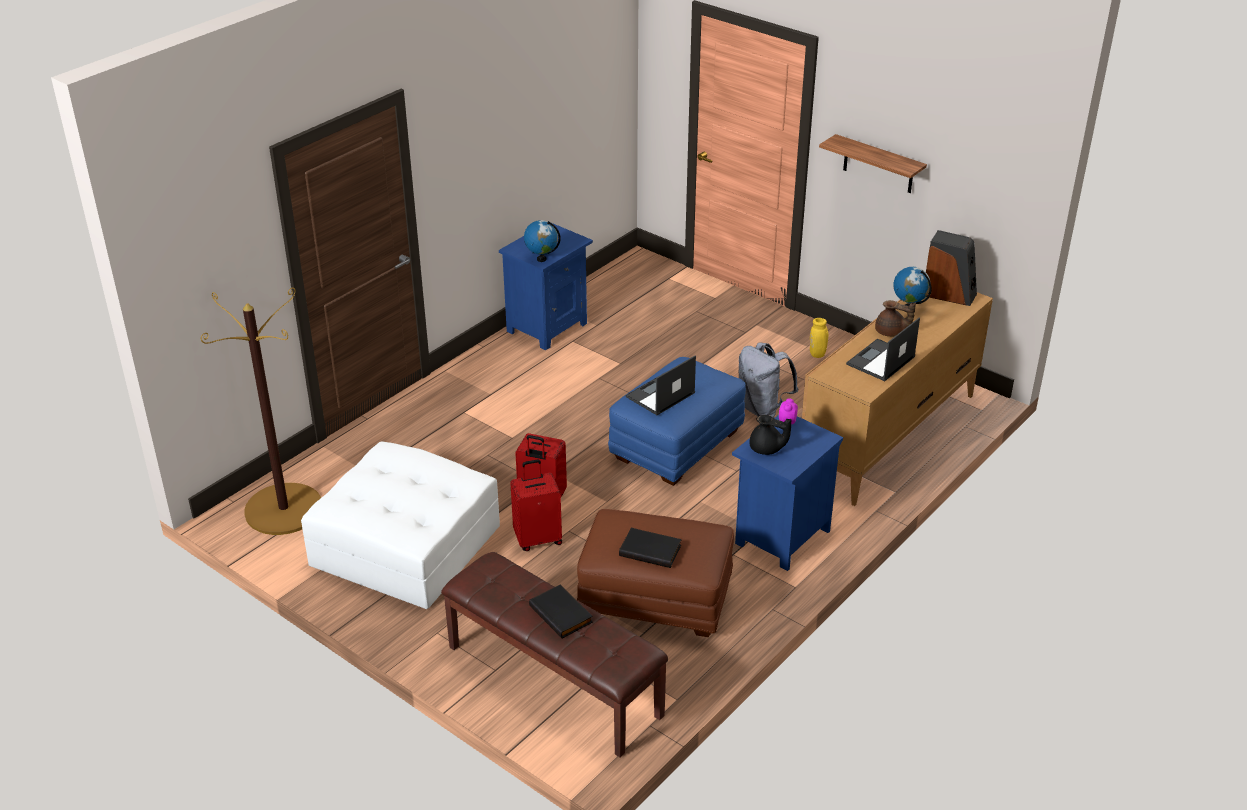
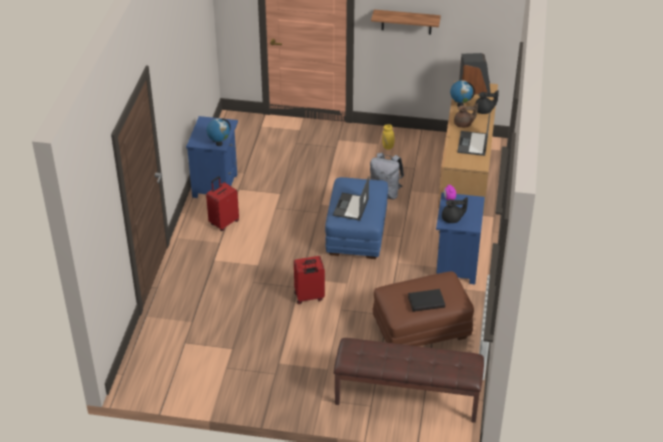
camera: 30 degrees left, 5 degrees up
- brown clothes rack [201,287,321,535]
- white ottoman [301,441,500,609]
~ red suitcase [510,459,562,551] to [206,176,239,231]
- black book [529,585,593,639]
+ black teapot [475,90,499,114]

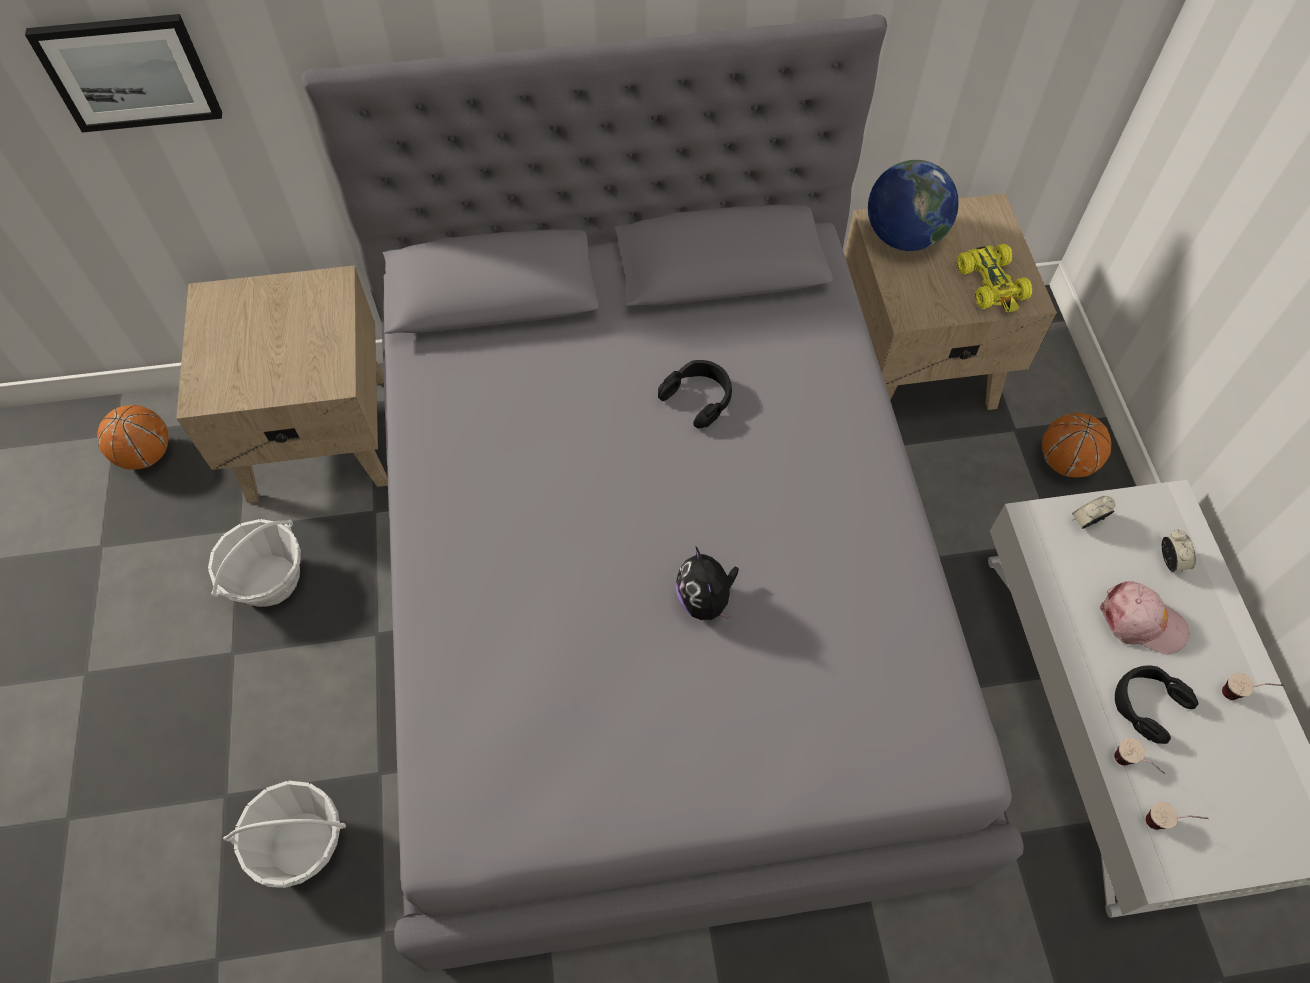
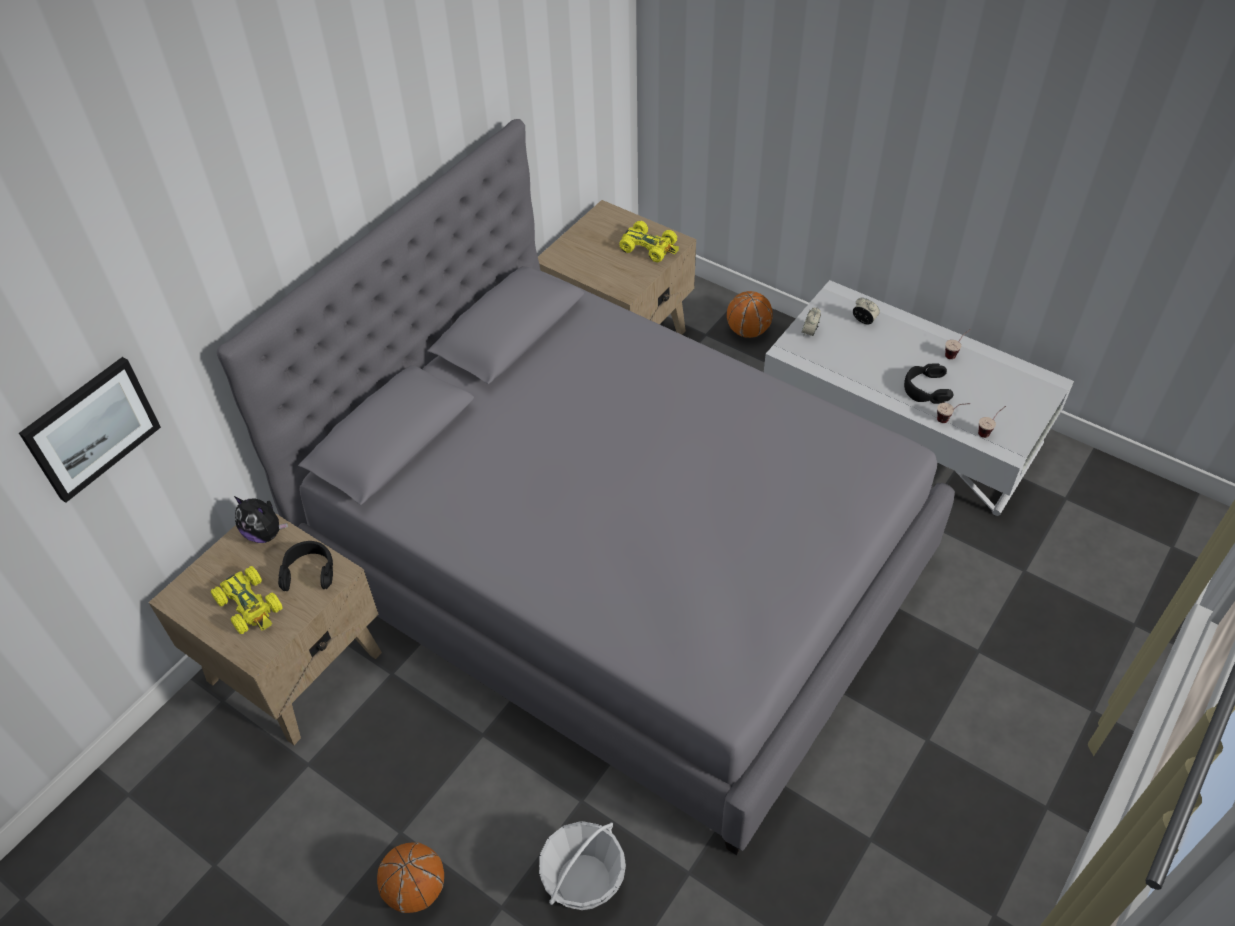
camera: 45 degrees left, 10 degrees down
- globe [868,160,959,251]
~ black headphones [658,360,732,429] to [278,541,333,591]
~ basketball [97,405,169,470] to [377,842,444,913]
- basket [208,519,301,607]
~ plush toy [676,546,739,620] to [234,496,288,543]
- pink cap [1100,581,1189,654]
+ yellow toy car [210,566,282,634]

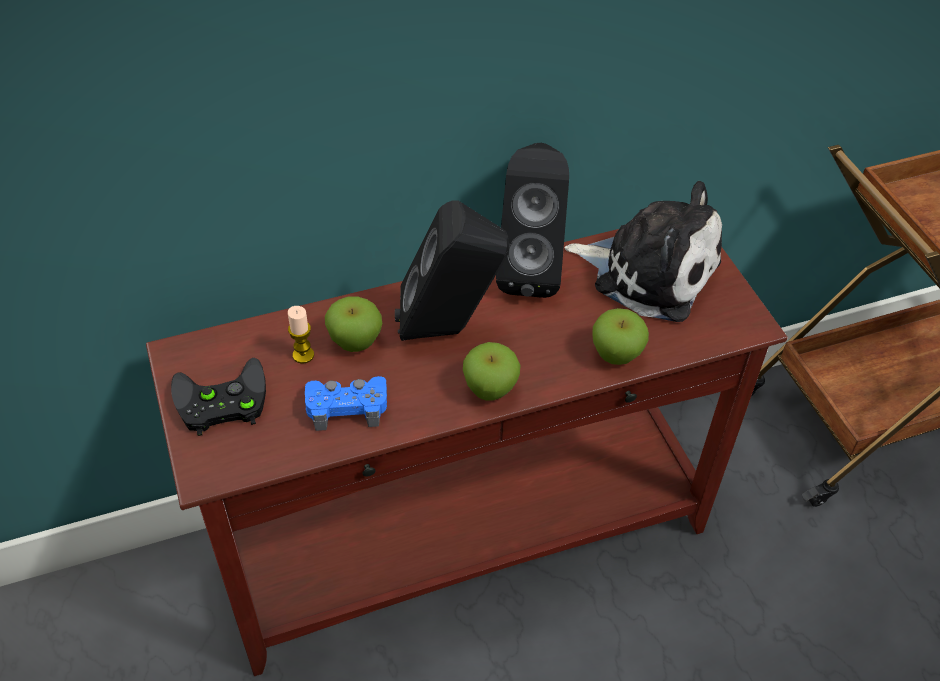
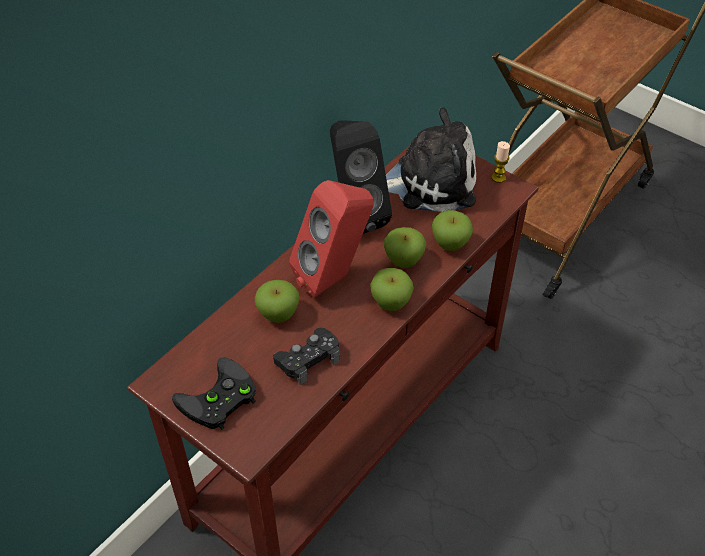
camera: 30 degrees left, 0 degrees up
~ black speaker [395,200,509,341] to red speaker [289,180,374,298]
~ candle [288,306,314,364] to [491,141,510,183]
~ blue game controller [305,376,387,431] to black game controller [273,327,340,385]
+ apple [384,227,426,268]

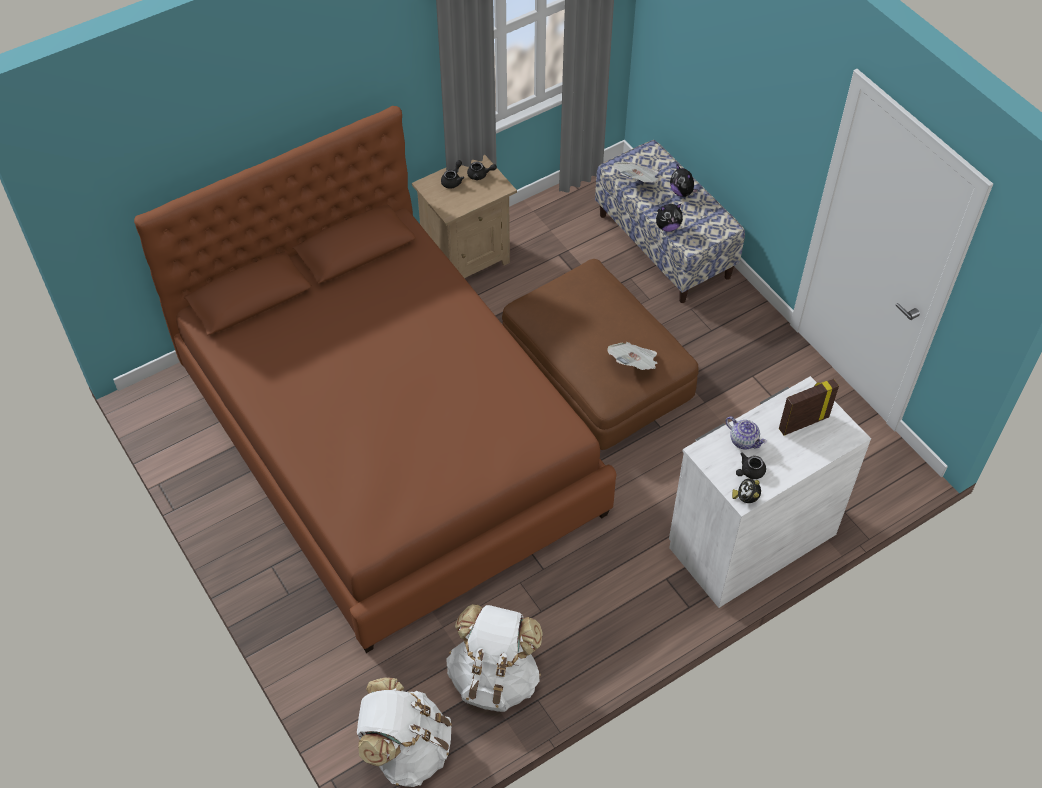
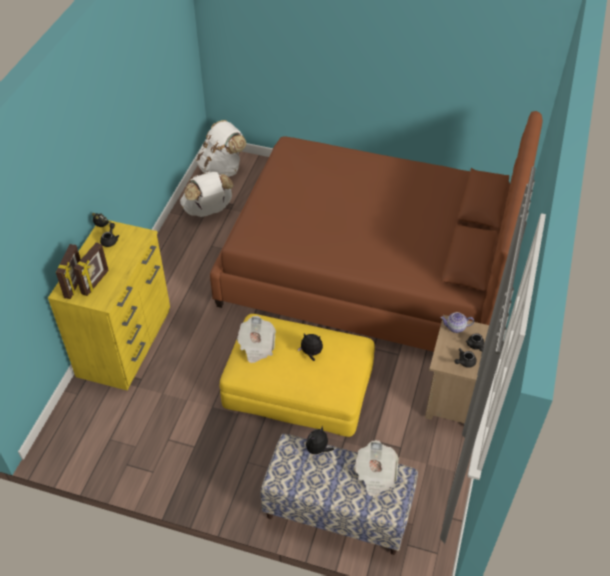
camera: 140 degrees right, 5 degrees down
~ plush toy [670,164,698,197] to [298,334,323,361]
~ brown ottoman [502,259,699,450] to yellow ottoman [219,314,375,437]
~ white dresser [669,376,871,608] to yellow dresser [48,220,170,391]
~ teapot [725,416,767,449] to [441,312,474,333]
+ picture frame [56,244,81,299]

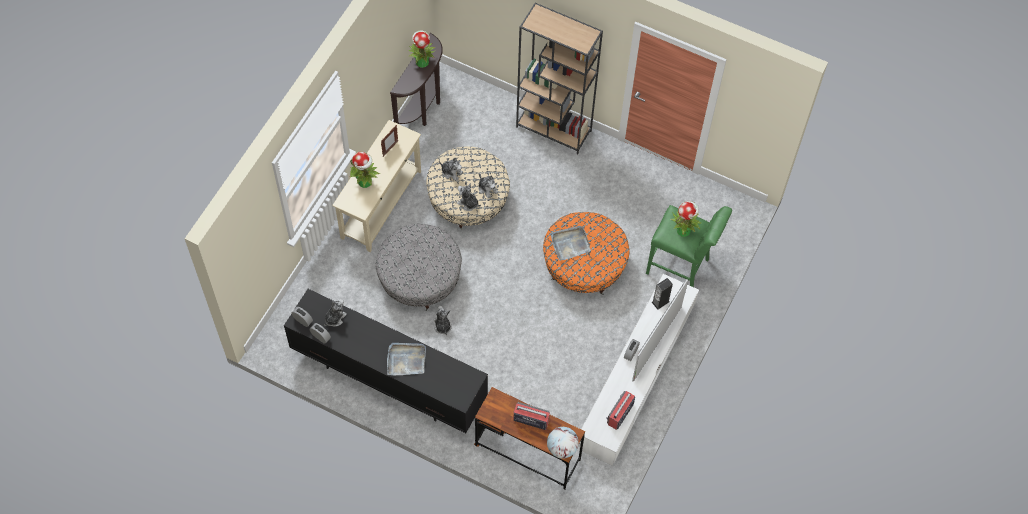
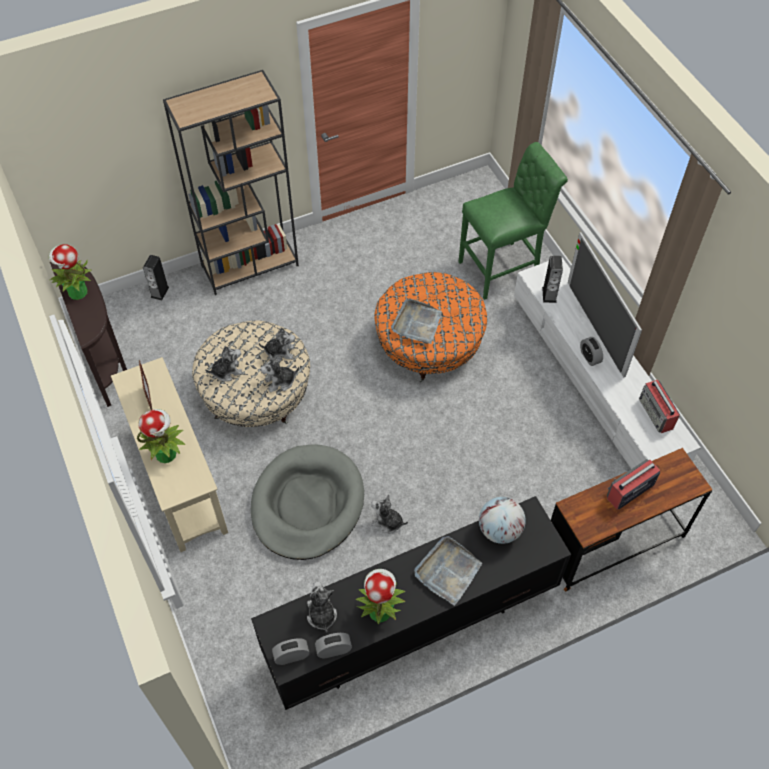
camera: 50 degrees left, 5 degrees down
~ potted plant [671,201,701,237] to [356,569,406,625]
~ grey ottoman [376,224,462,311] to grey dog bed [251,445,364,560]
~ globe [547,427,579,459] to [479,497,526,544]
+ speaker [143,255,169,301]

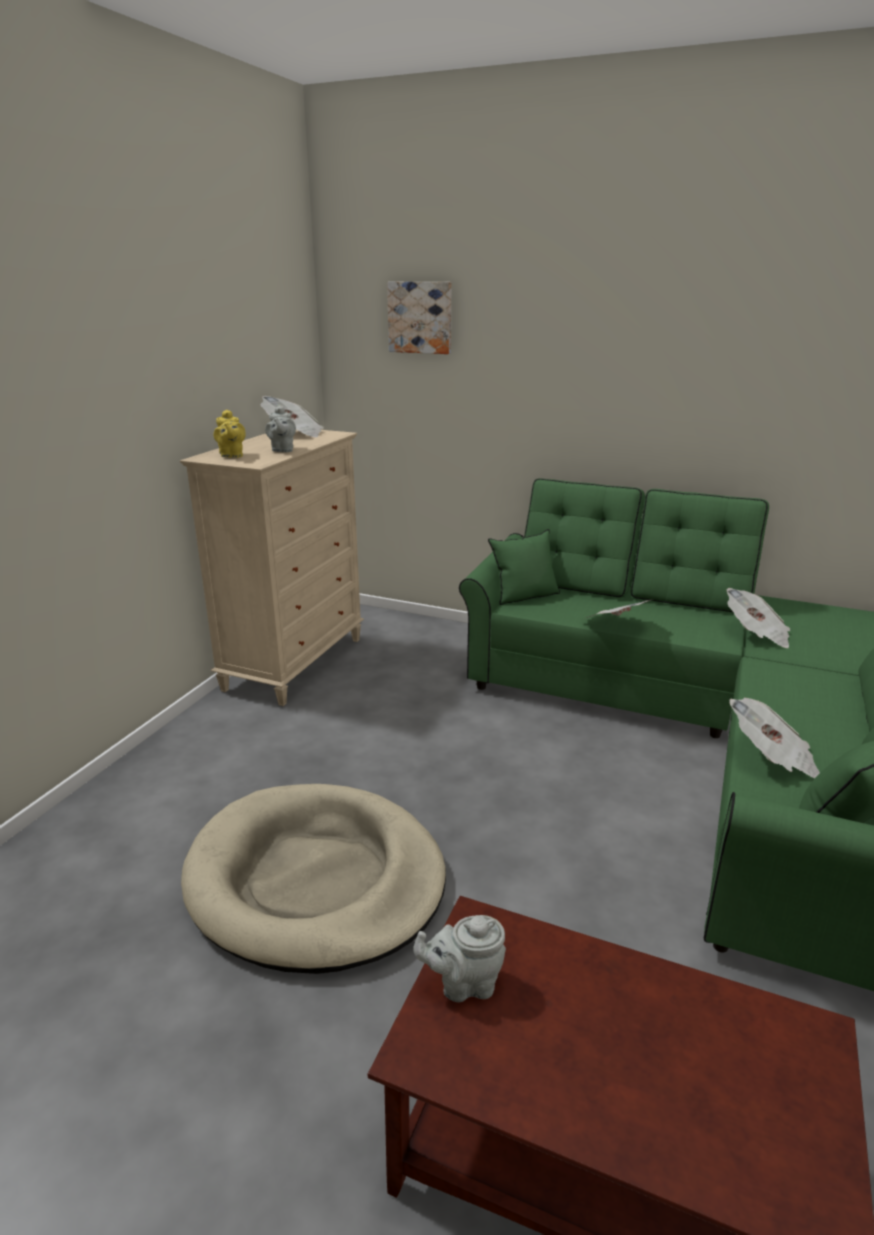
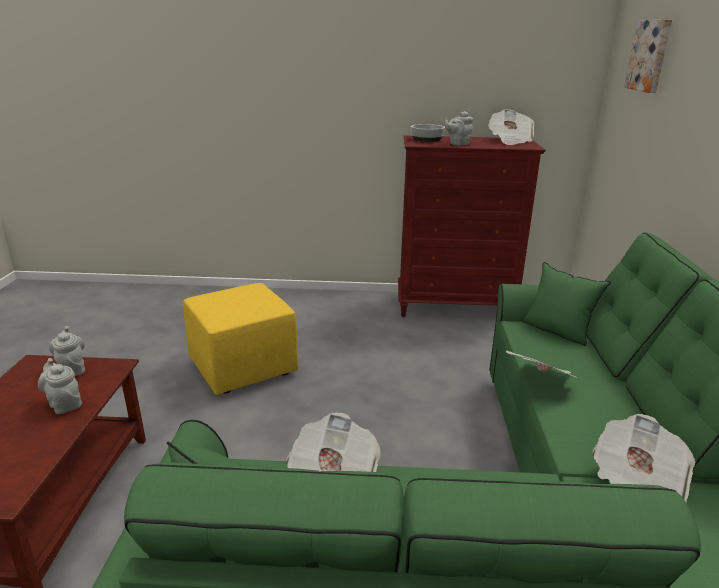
camera: 70 degrees right, 0 degrees up
~ yellow teapot [214,410,246,458] to bowl [411,124,445,142]
~ beige dresser [180,430,364,706] to red dresser [398,136,546,317]
~ beige dog bed [181,784,446,974] to yellow ottoman [183,283,298,395]
+ grey teapot [38,358,82,414]

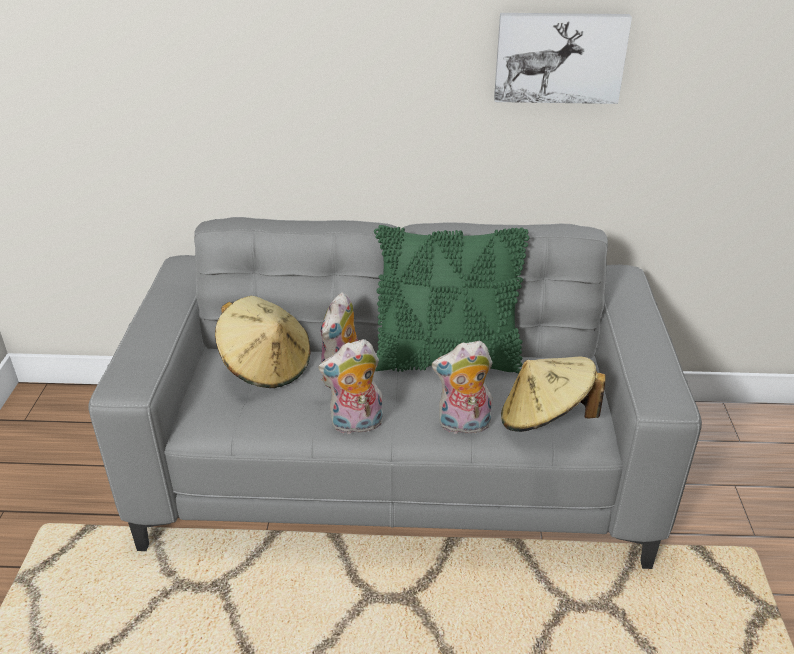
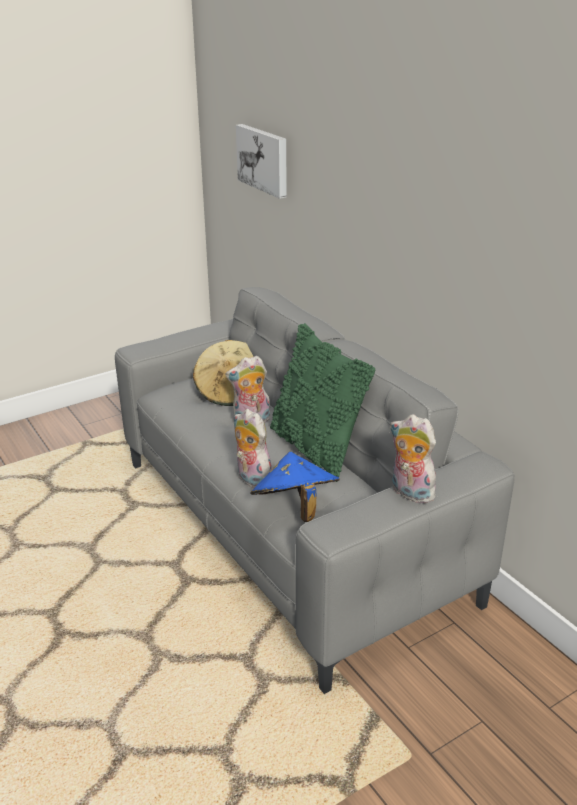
camera: 55 degrees right, 5 degrees down
~ picture [494,13,632,104] to [236,124,287,199]
~ plush toy [318,339,383,434] to [390,414,441,504]
~ beige hat [501,357,606,432] to blue hat [251,452,340,522]

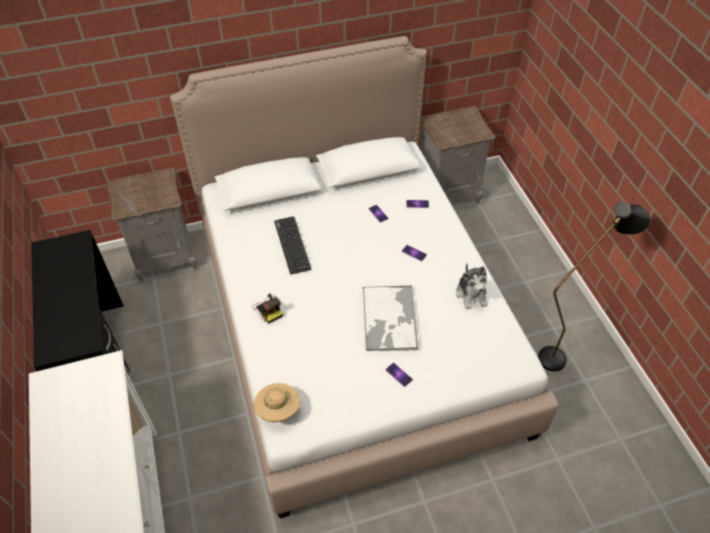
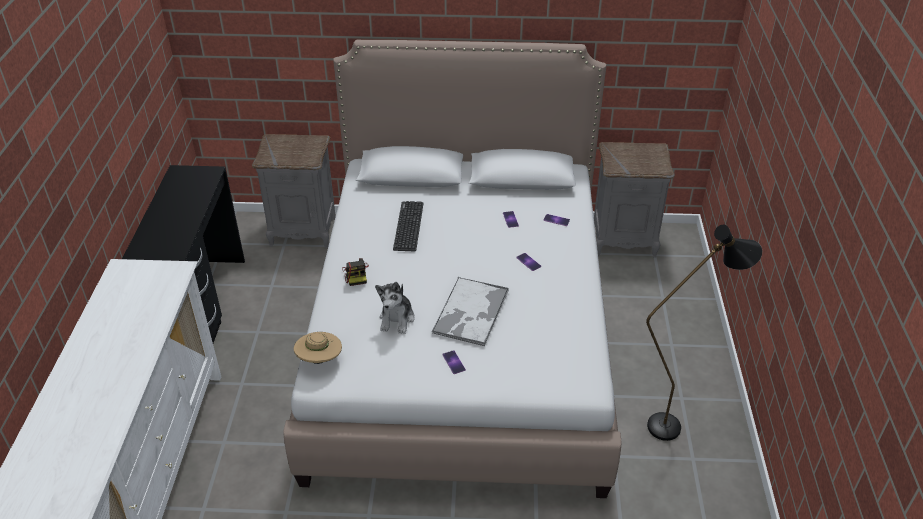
camera: 20 degrees right, 10 degrees down
~ plush toy [456,263,488,309] to [375,282,415,334]

